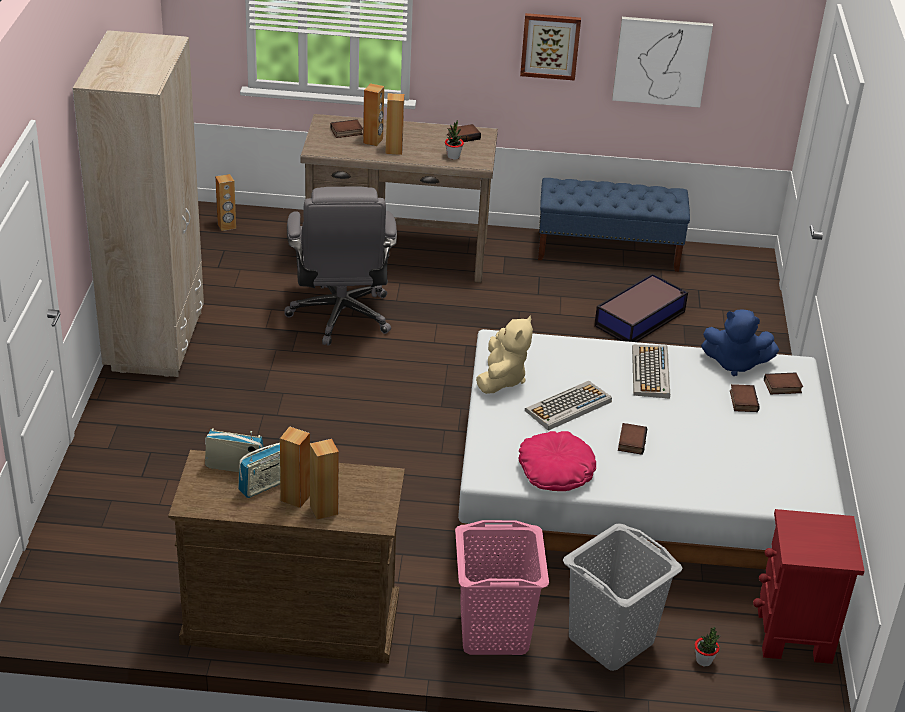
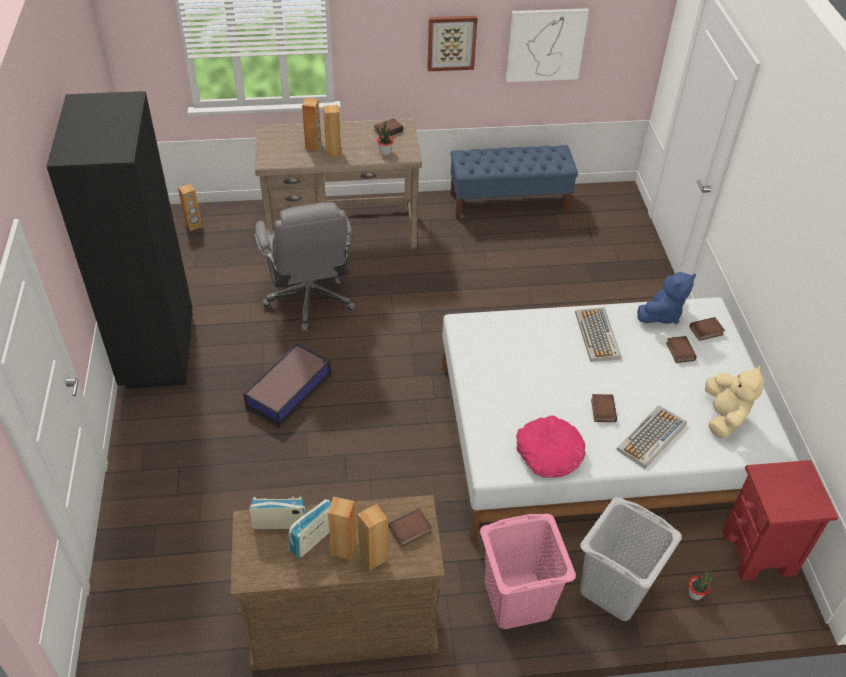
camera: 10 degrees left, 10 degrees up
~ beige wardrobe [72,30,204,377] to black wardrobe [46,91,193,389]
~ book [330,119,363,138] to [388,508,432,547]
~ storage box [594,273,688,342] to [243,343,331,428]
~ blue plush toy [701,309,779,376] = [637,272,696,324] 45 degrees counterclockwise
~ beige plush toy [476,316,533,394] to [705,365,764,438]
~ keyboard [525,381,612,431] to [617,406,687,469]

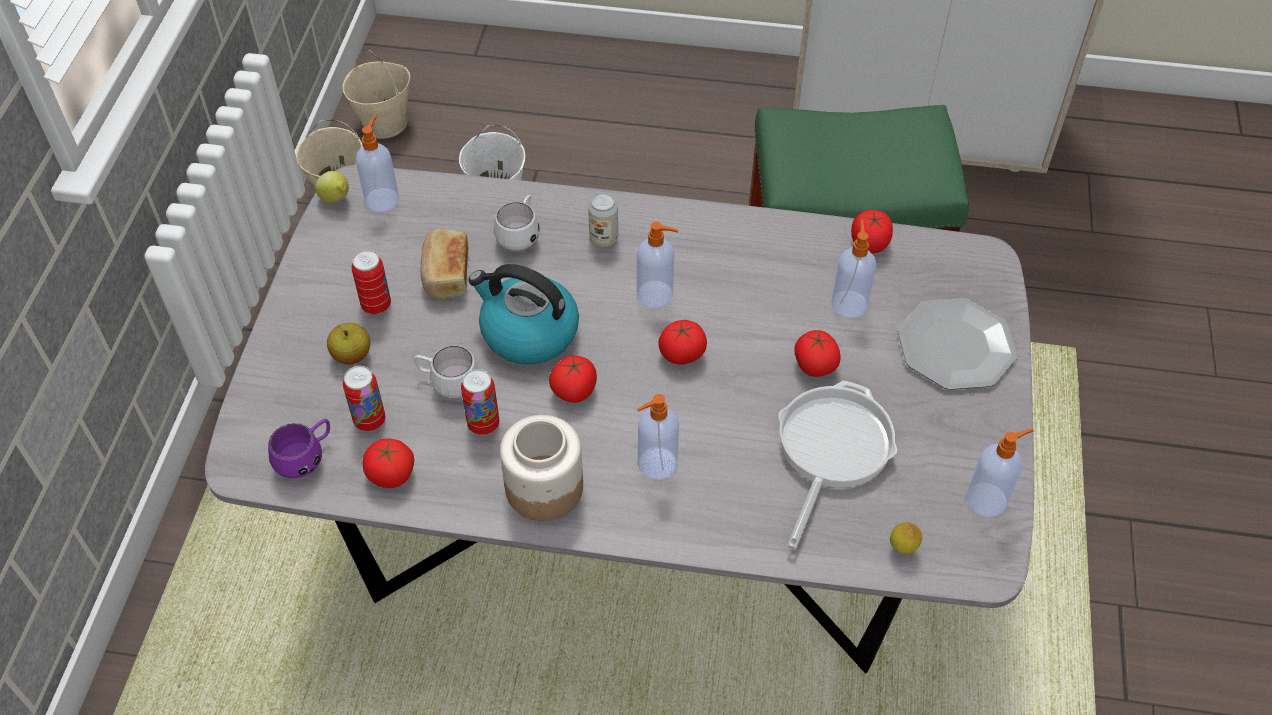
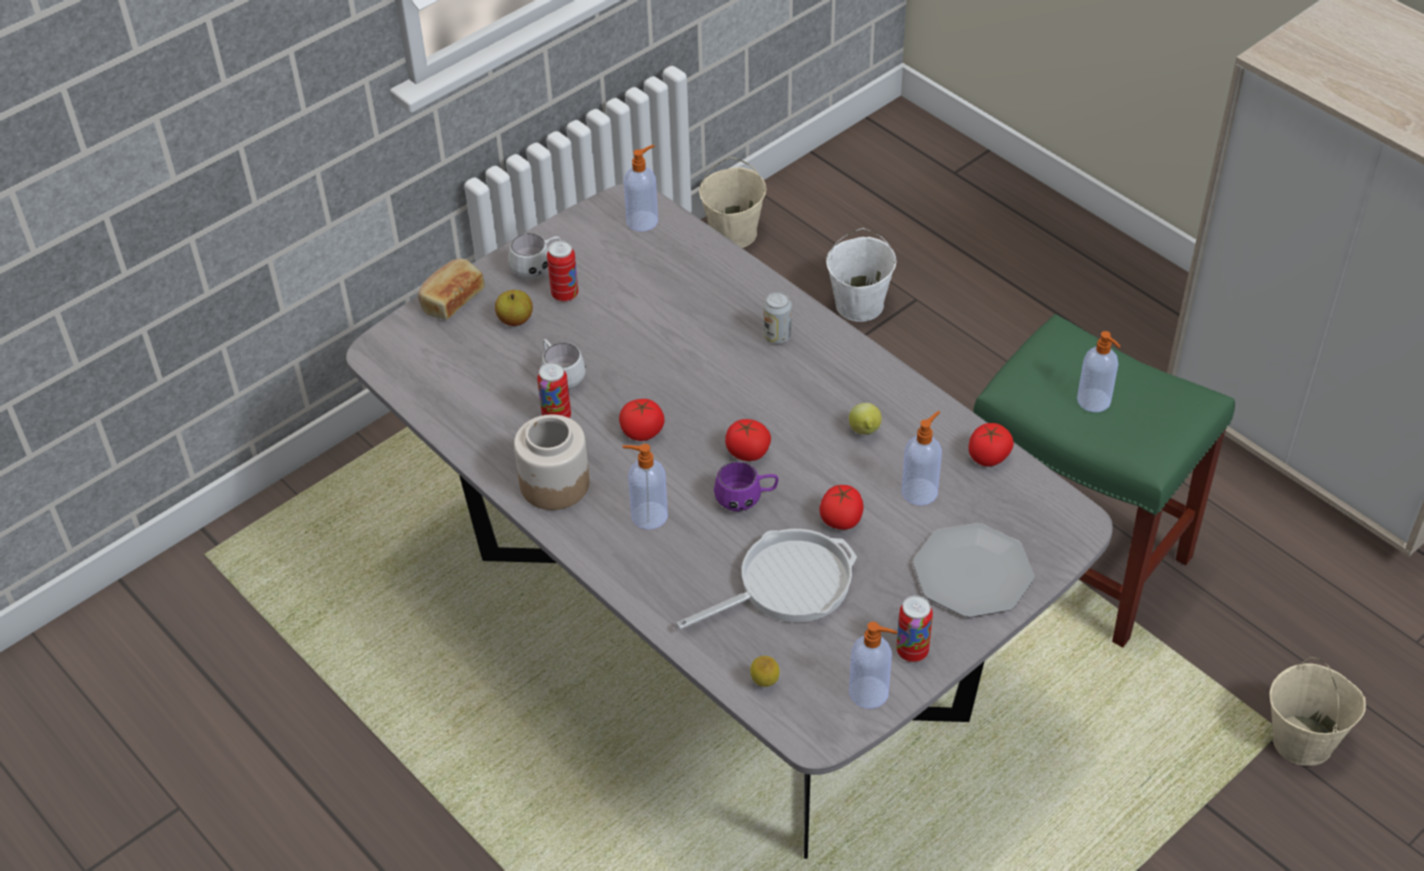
camera: 40 degrees right, 5 degrees down
~ beige bucket [342,50,411,139] to [1270,657,1366,766]
~ lemon [315,171,349,203] to [849,403,882,435]
~ white mug [493,195,540,251] to [508,233,561,279]
~ soap dispenser [637,221,678,308] to [1077,331,1121,412]
~ bread [421,228,468,299] to [418,259,485,320]
- kettle [468,264,579,365]
~ can [343,366,385,432] to [896,595,933,662]
~ purple mug [268,419,330,478] to [714,461,779,512]
- tomato [363,438,414,488]

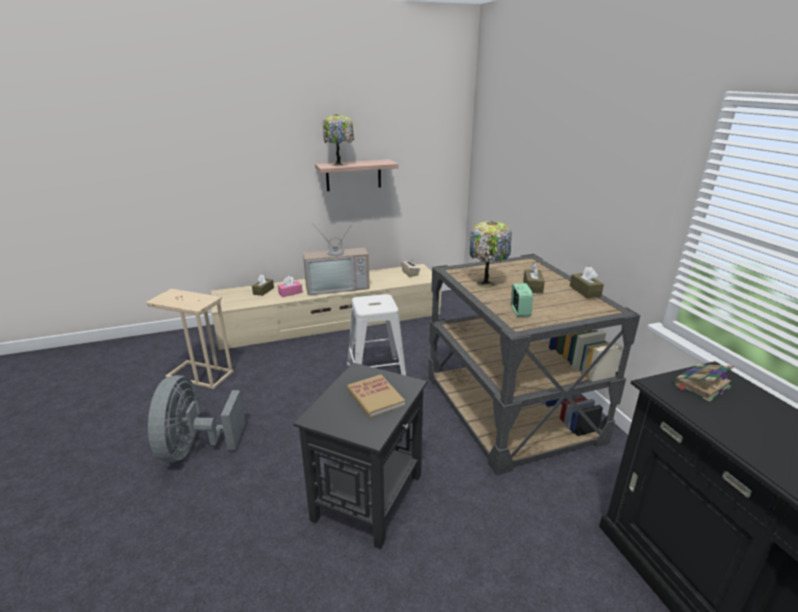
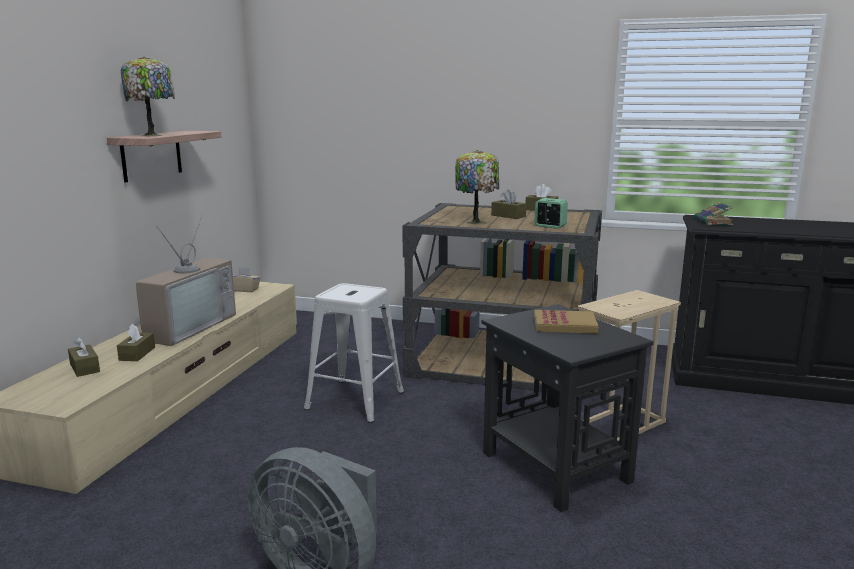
camera: 55 degrees left, 10 degrees down
~ pink tissue box [278,276,303,297] to brown tissue box [117,324,155,361]
~ beige side table [145,289,234,389] to [577,290,681,441]

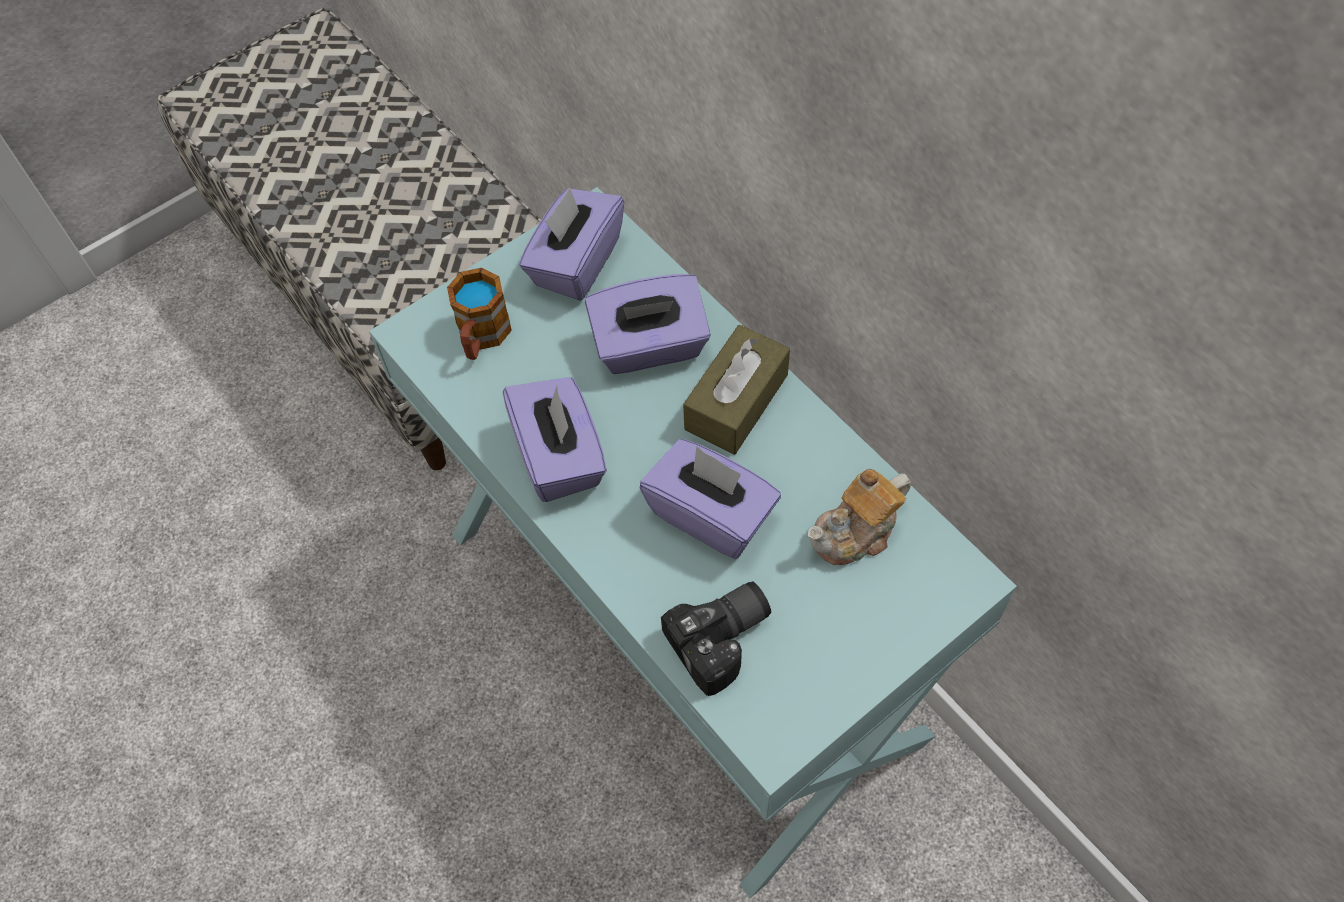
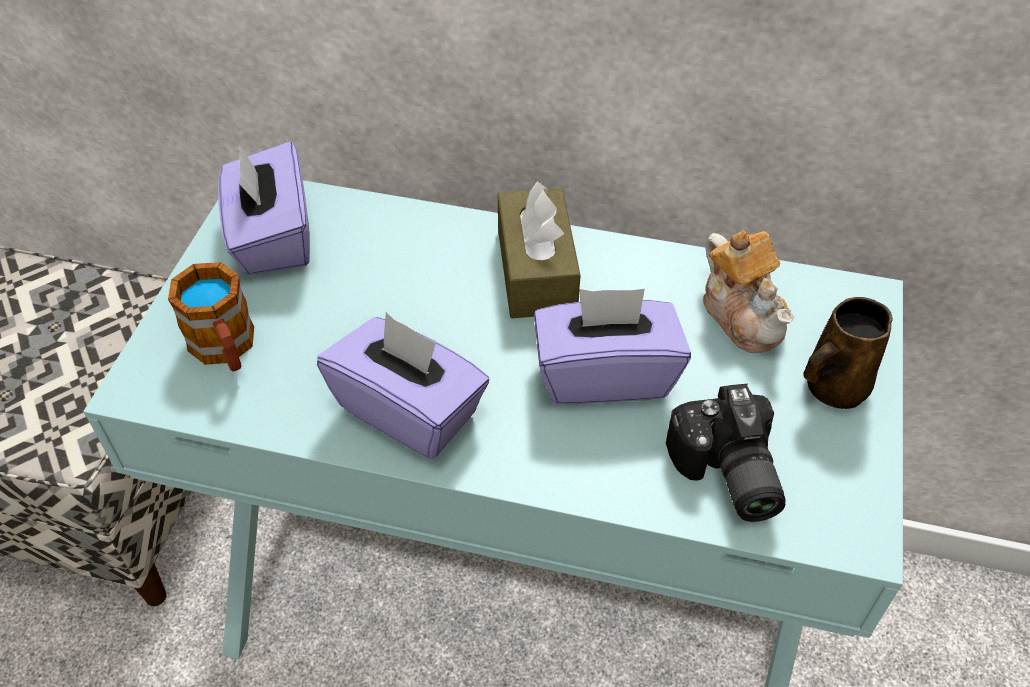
camera: 40 degrees left, 10 degrees down
- purple tissue box [585,274,711,374]
~ teapot [808,469,911,565] = [703,230,794,353] 45 degrees counterclockwise
~ photo camera [661,581,771,696] = [666,384,786,522] 150 degrees clockwise
+ brown mug [803,297,893,409]

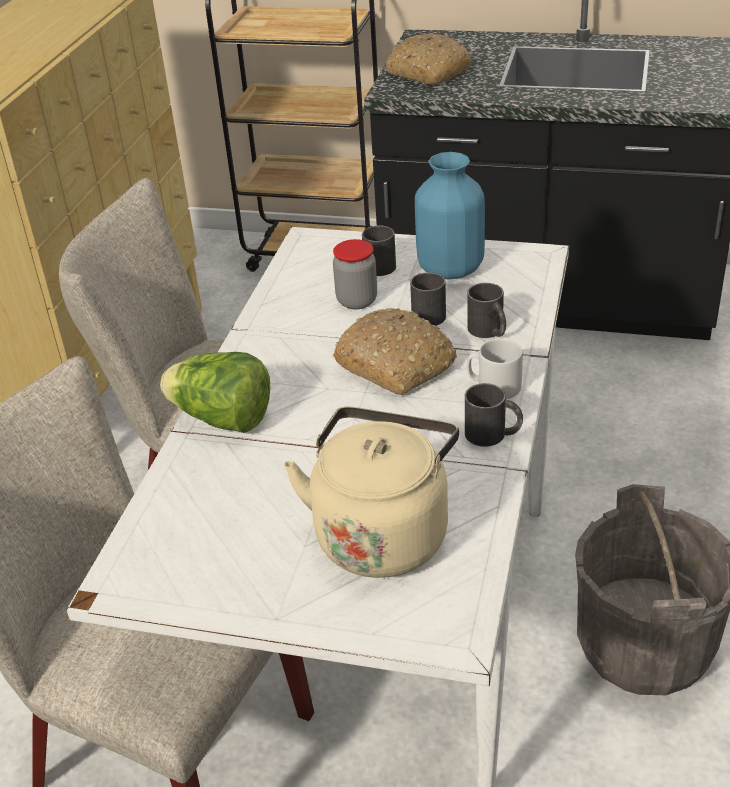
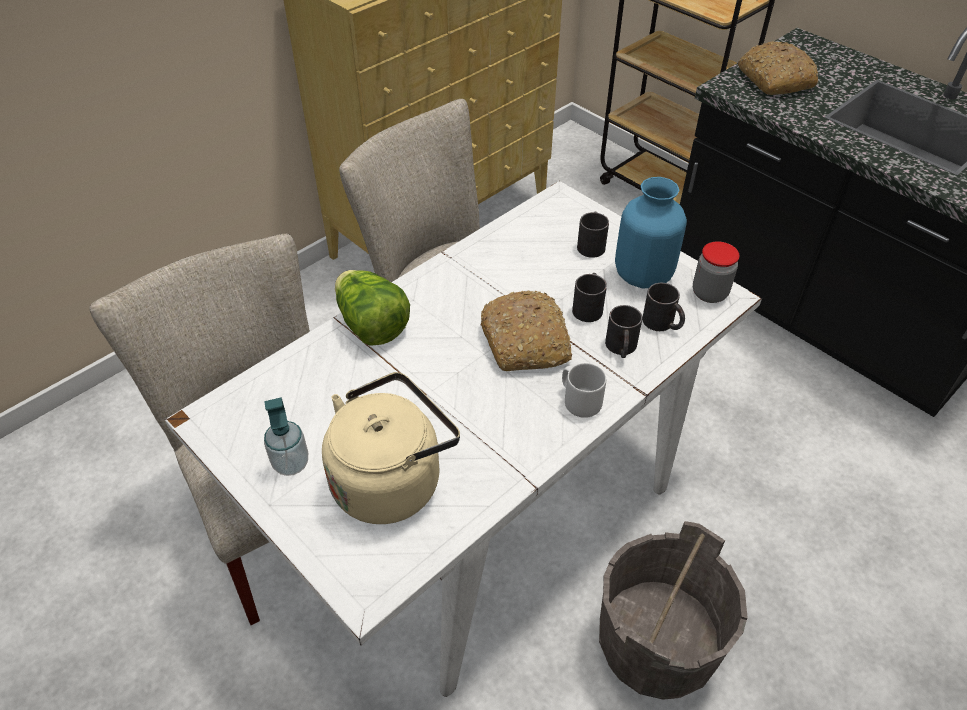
camera: 30 degrees right, 10 degrees up
~ jar [333,239,377,310] to [693,242,739,303]
~ black mug [465,383,523,447] to [642,283,685,331]
+ soap dispenser [264,397,308,476]

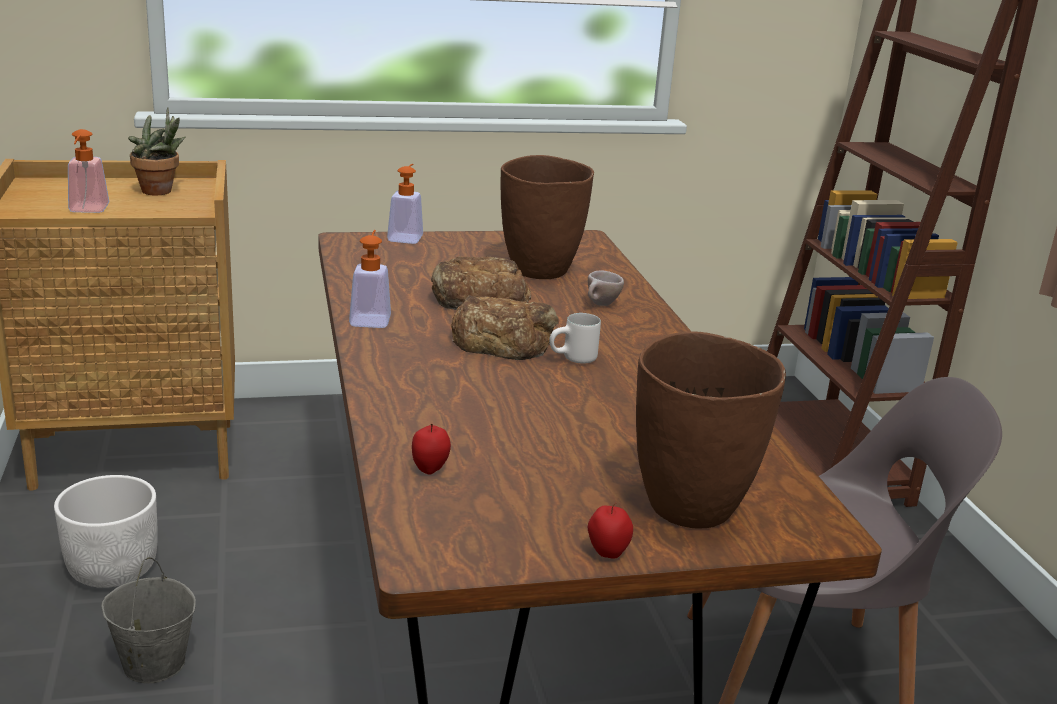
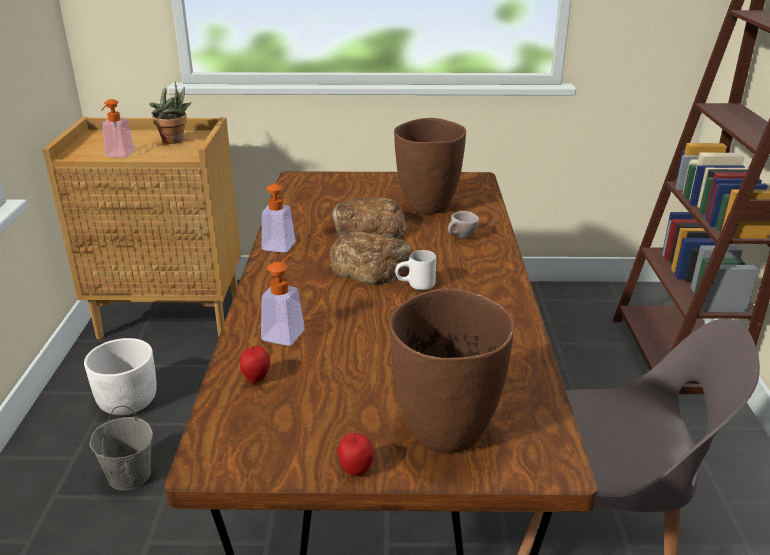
camera: 15 degrees right, 5 degrees up
~ soap dispenser [387,164,423,244] to [261,253,305,346]

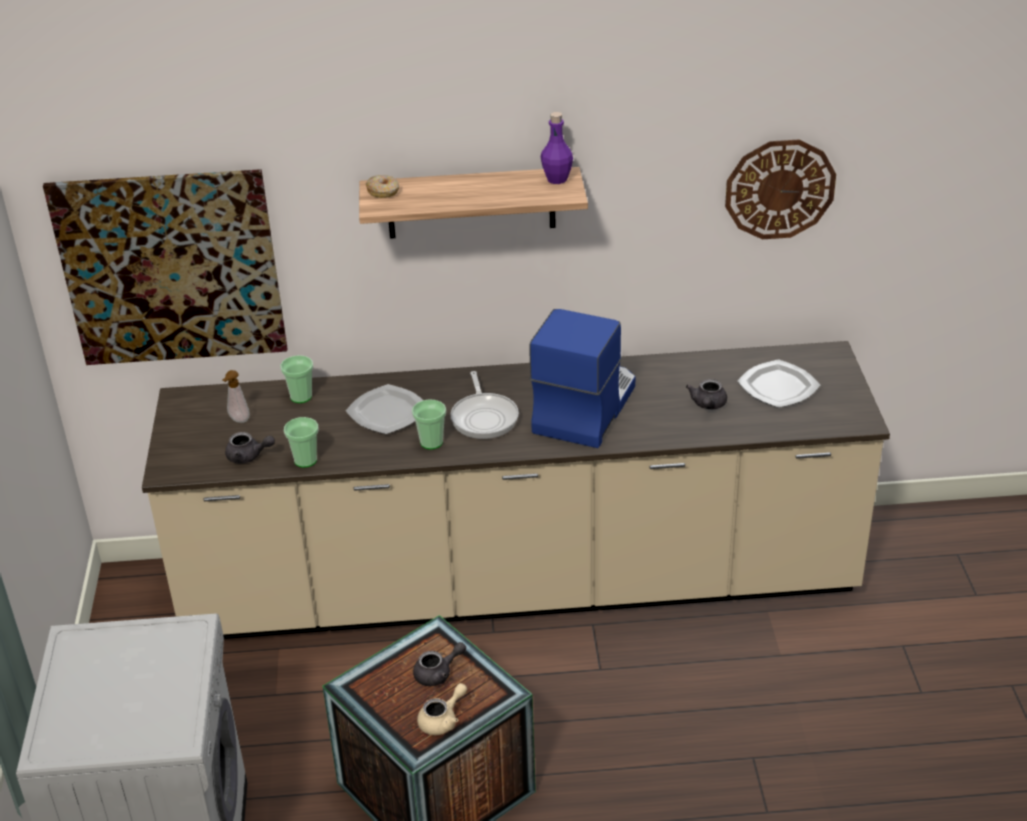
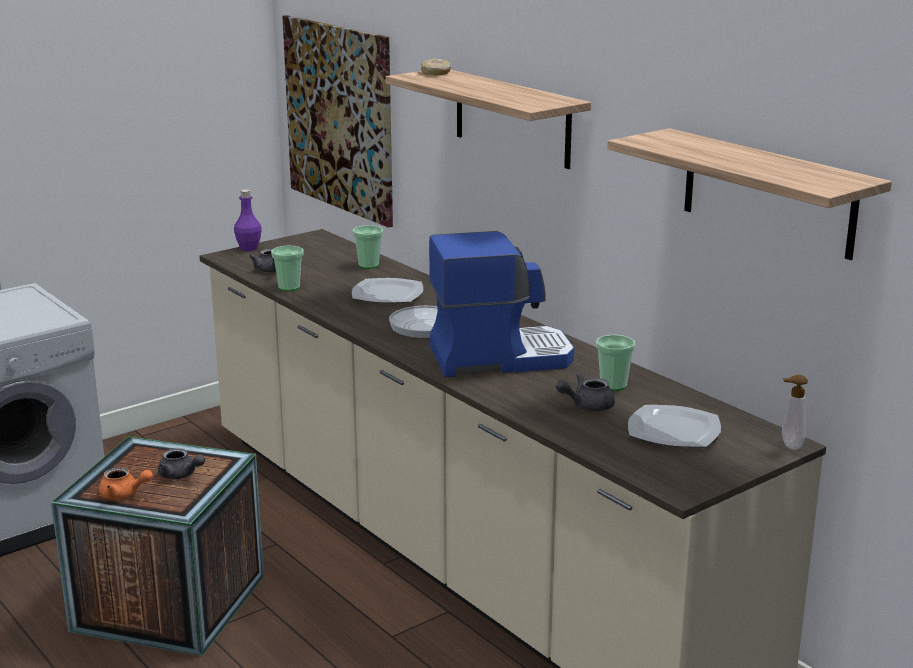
camera: 55 degrees right, 15 degrees down
~ purple bottle [541,112,573,184] to [234,189,262,251]
~ wall clock [725,139,836,239] to shelf [607,128,892,260]
~ soap dispenser [222,370,250,423] to [782,375,808,450]
~ cup [412,399,446,450] to [596,335,635,391]
~ beige teapot [417,683,467,735] to orange teapot [99,467,153,500]

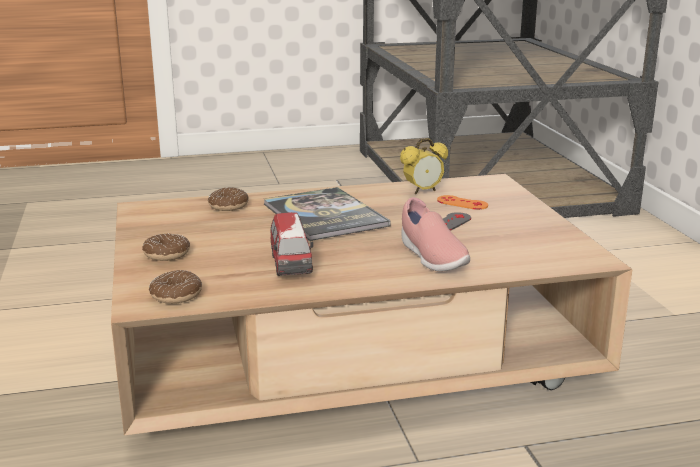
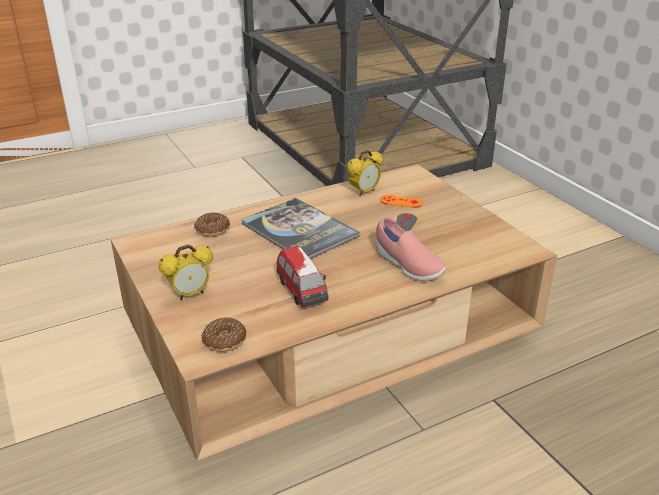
camera: 15 degrees left, 10 degrees up
~ donut [142,233,190,261] to alarm clock [159,244,213,300]

